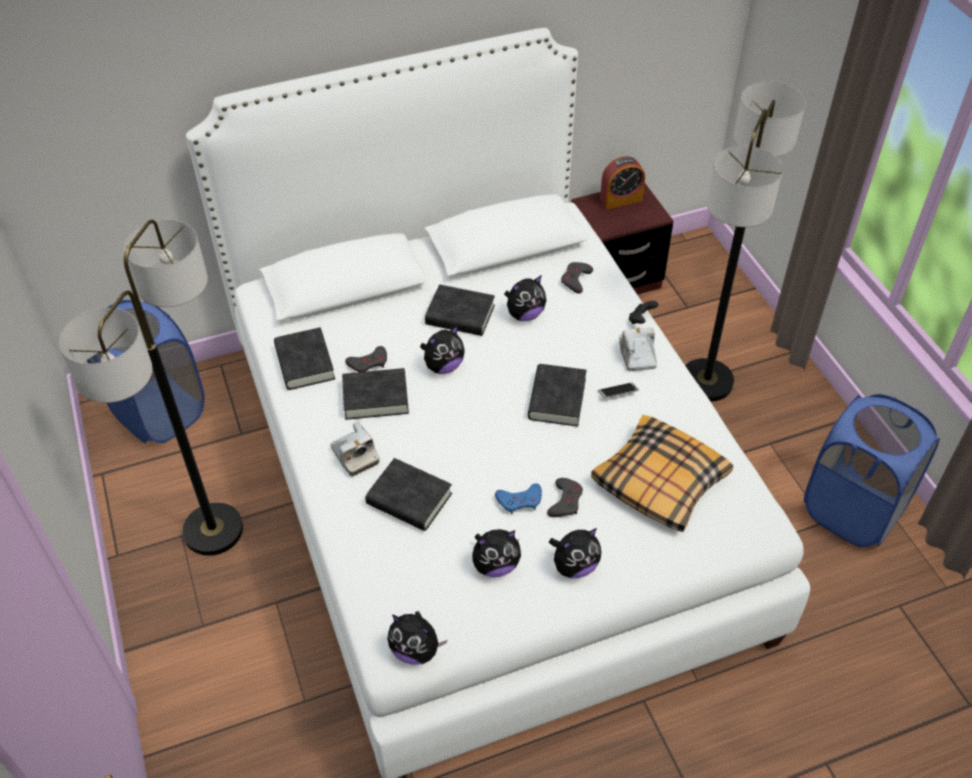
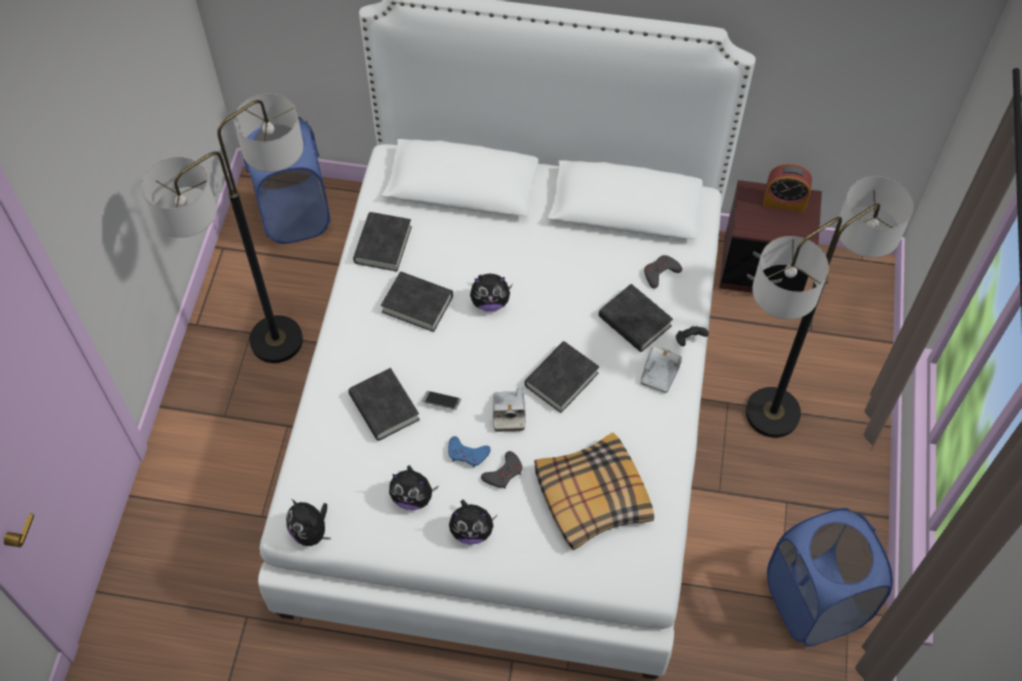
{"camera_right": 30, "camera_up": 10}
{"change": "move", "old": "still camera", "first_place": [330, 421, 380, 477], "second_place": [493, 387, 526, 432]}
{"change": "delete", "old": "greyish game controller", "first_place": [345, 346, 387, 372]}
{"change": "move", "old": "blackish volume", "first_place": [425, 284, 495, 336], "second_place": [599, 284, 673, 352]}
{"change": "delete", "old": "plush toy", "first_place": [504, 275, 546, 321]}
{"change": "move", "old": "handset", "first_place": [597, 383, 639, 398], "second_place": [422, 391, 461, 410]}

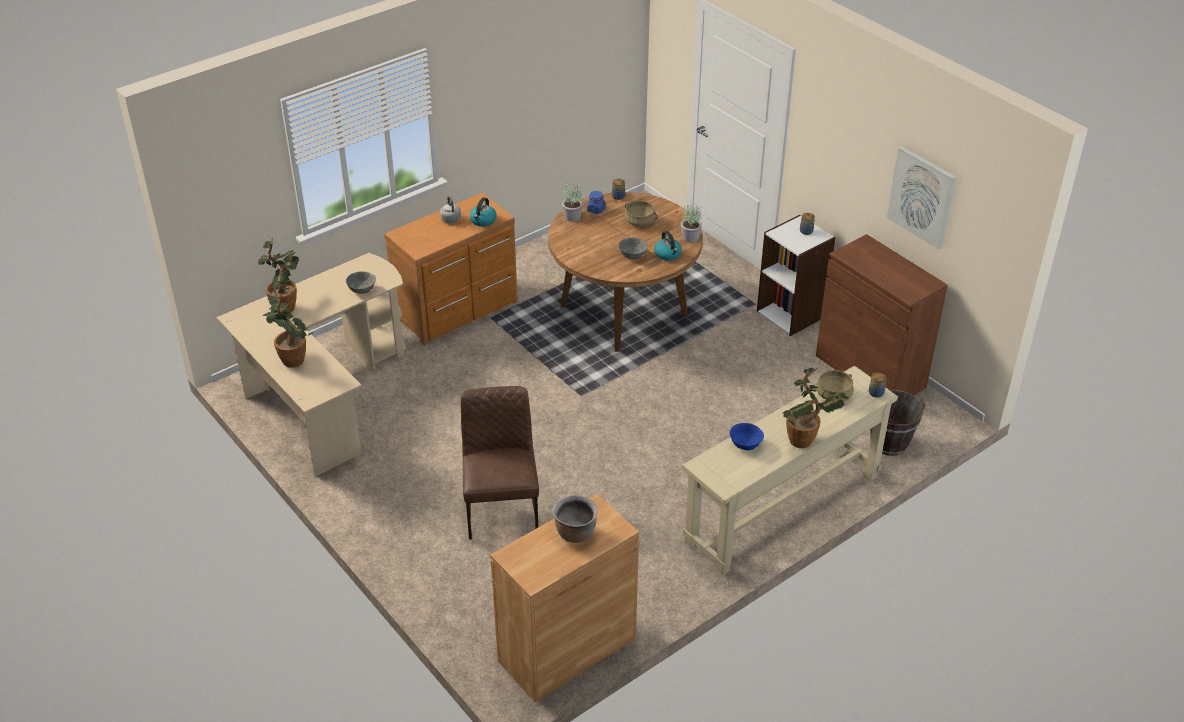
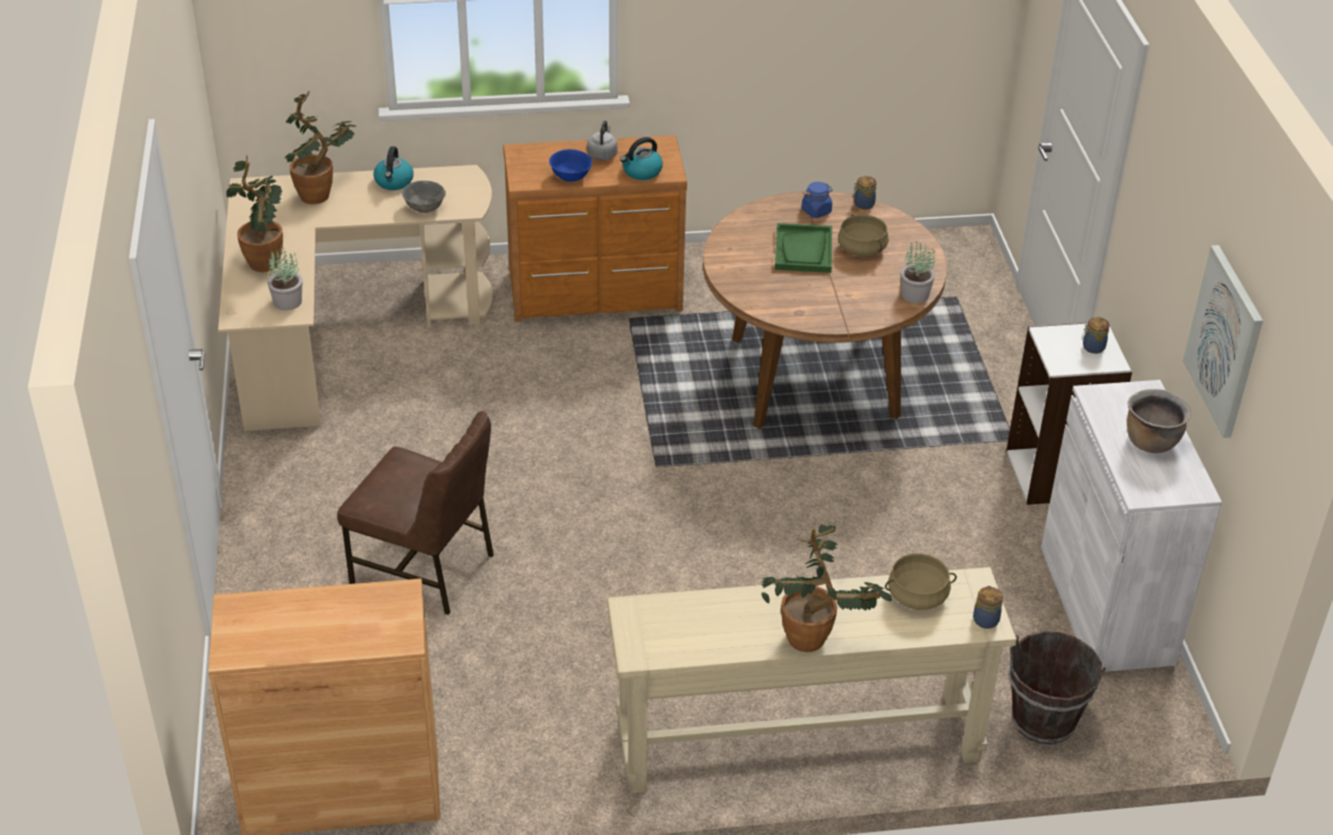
{"camera_right": 30, "camera_up": 0}
{"change": "rotate", "old": "brown-coloured chair", "first_place": [461, 386, 539, 540], "second_place": [337, 411, 494, 615], "degrees": 90}
{"change": "move", "old": "brown-coloured cooking pot", "first_place": [552, 495, 598, 543], "second_place": [1127, 389, 1191, 453]}
{"change": "move", "old": "plant in a pot", "first_place": [562, 183, 583, 222], "second_place": [268, 245, 302, 310]}
{"change": "delete", "old": "greyish deep dish", "first_place": [619, 238, 648, 259]}
{"change": "move", "old": "kettle", "first_place": [654, 231, 682, 261], "second_place": [373, 146, 414, 190]}
{"change": "move", "old": "blue deep dish", "first_place": [730, 423, 764, 450], "second_place": [549, 149, 592, 182]}
{"change": "recolor", "old": "brown-coloured cupboard", "new": "whitish cupboard", "first_place": [816, 234, 948, 396], "second_place": [1041, 380, 1222, 672]}
{"change": "insert", "new": "greenish carrying tray", "second_place": [775, 223, 832, 273]}

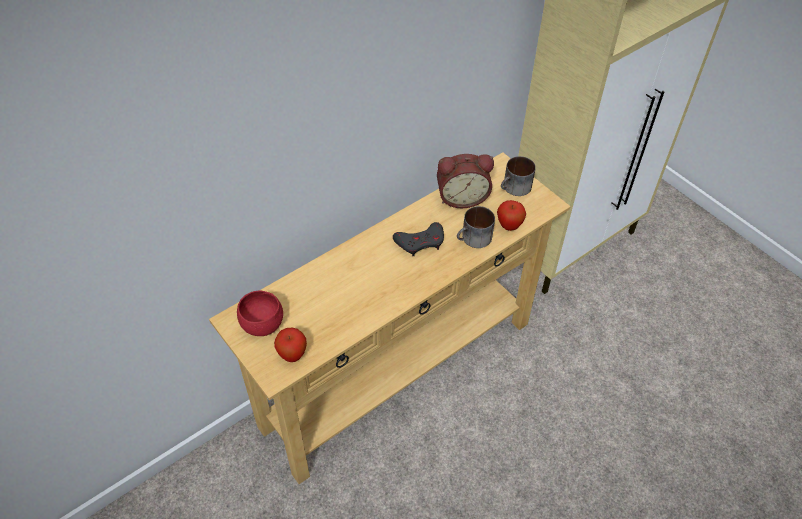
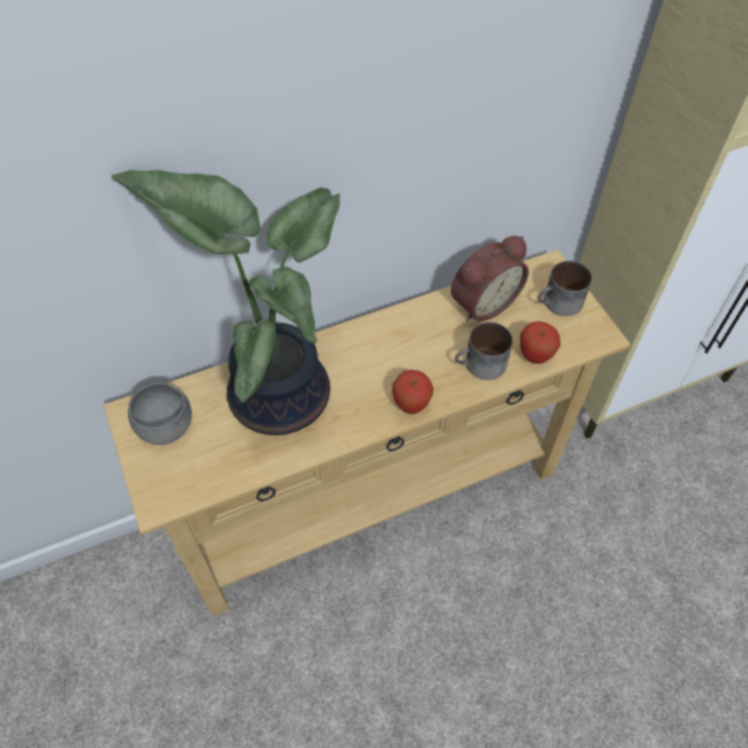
{"camera_right": 15, "camera_up": 5}
{"change": "recolor", "old": "red deep dish", "new": "greyish deep dish", "first_place": [237, 291, 283, 336], "second_place": [128, 383, 192, 445]}
{"change": "move", "old": "apple fruit", "first_place": [274, 328, 307, 362], "second_place": [392, 370, 433, 414]}
{"change": "delete", "old": "greyish game controller", "first_place": [393, 222, 444, 256]}
{"change": "rotate", "old": "alarm clock", "first_place": [437, 154, 494, 208], "second_place": [451, 236, 529, 322], "degrees": -45}
{"change": "insert", "new": "plant in a pot", "second_place": [111, 170, 340, 435]}

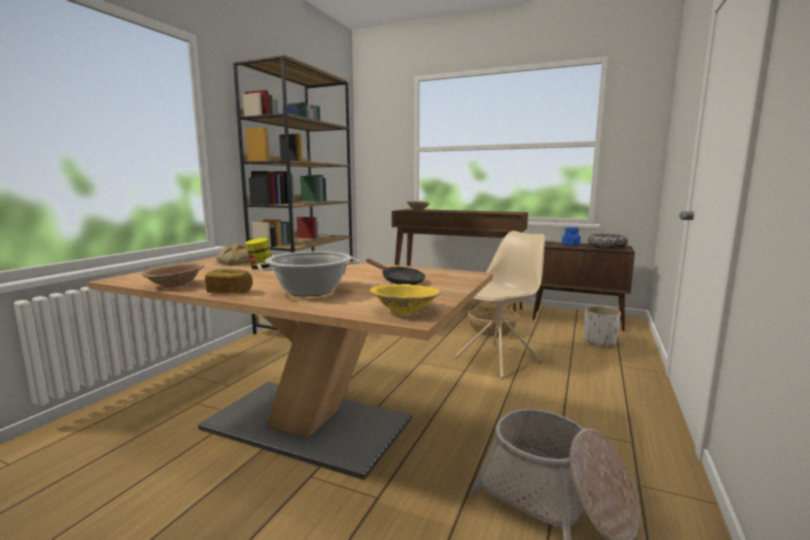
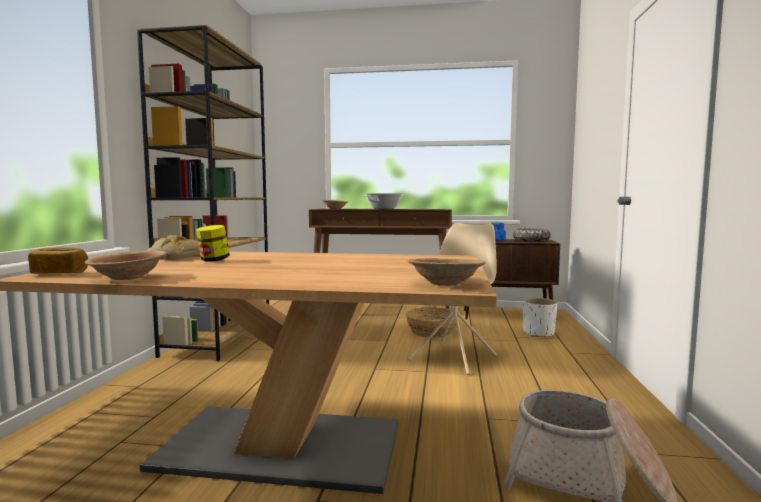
{"camera_right": -15, "camera_up": -5}
{"change": "move", "old": "bakery bread", "first_place": [205, 269, 253, 294], "second_place": [28, 247, 88, 274]}
{"change": "move", "old": "cooking pot", "first_place": [257, 251, 361, 297], "second_place": [365, 193, 403, 209]}
{"change": "delete", "old": "blackish skillet", "first_place": [366, 259, 425, 285]}
{"change": "recolor", "old": "yellow-coloured deep dish", "new": "brown-coloured deep dish", "first_place": [370, 284, 441, 314], "second_place": [408, 258, 486, 286]}

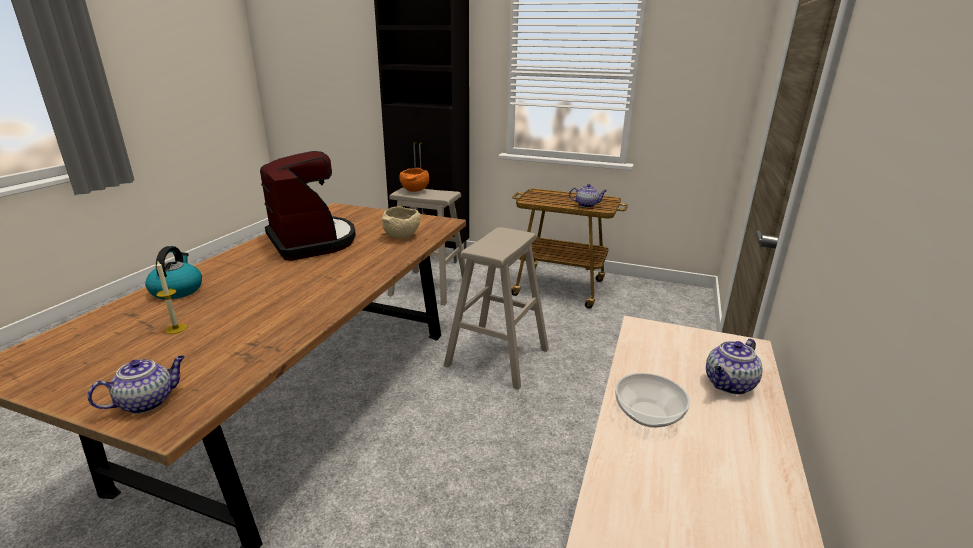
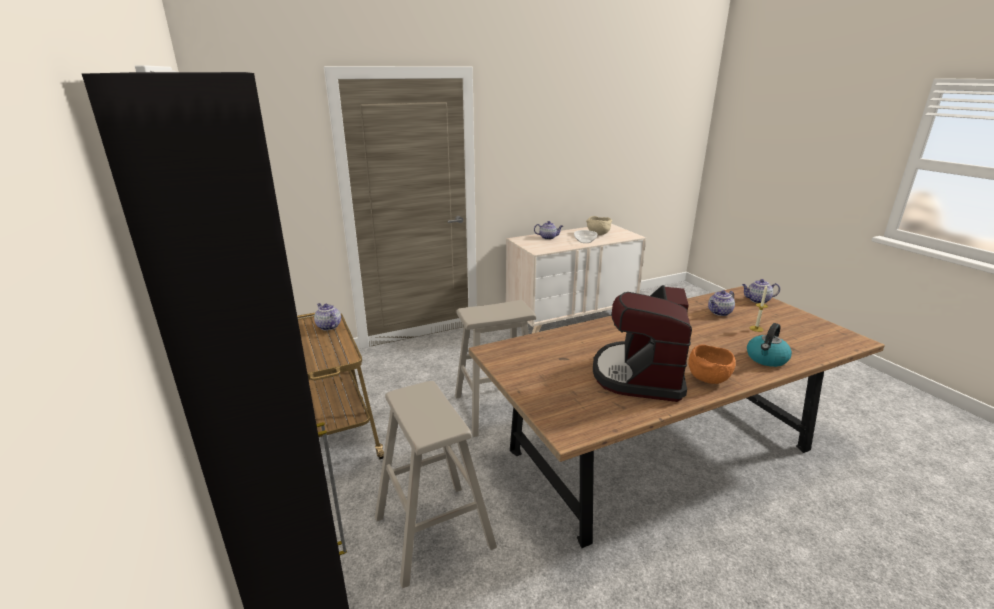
{"camera_right": -135, "camera_up": 0}
{"change": "move", "old": "beige deep dish", "first_place": [382, 206, 421, 239], "second_place": [586, 216, 612, 235]}
{"change": "move", "old": "orangey deep dish", "first_place": [399, 168, 429, 192], "second_place": [688, 344, 735, 384]}
{"change": "insert", "new": "tea pot", "second_place": [708, 290, 735, 316]}

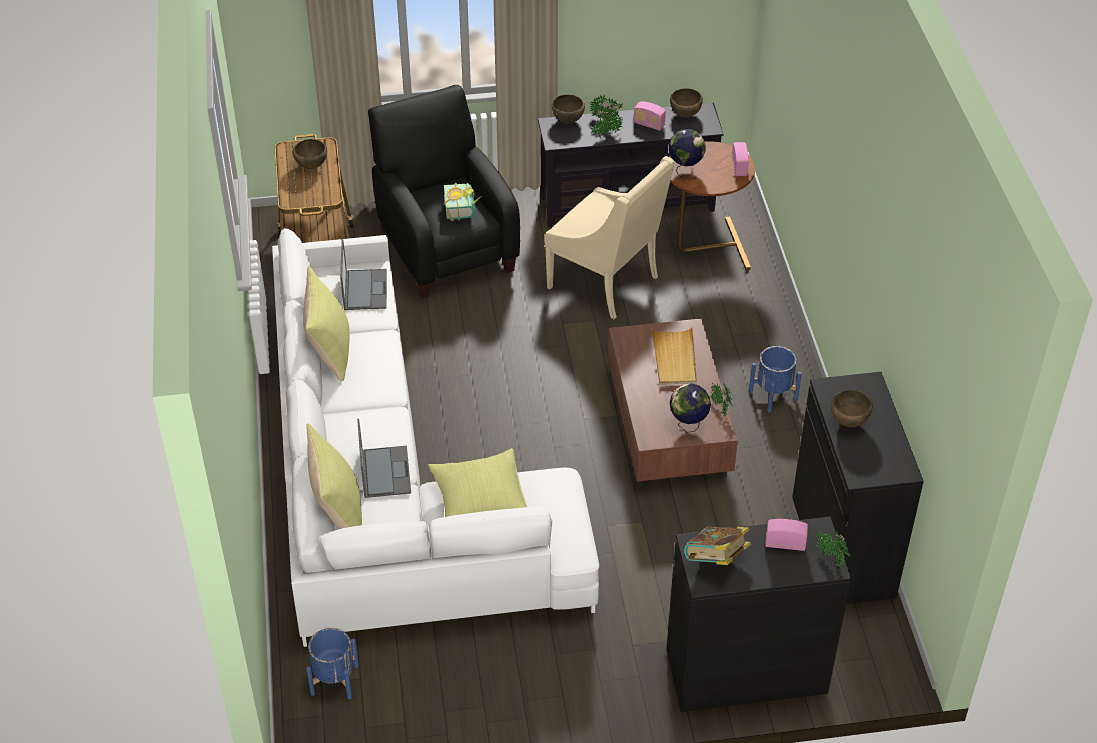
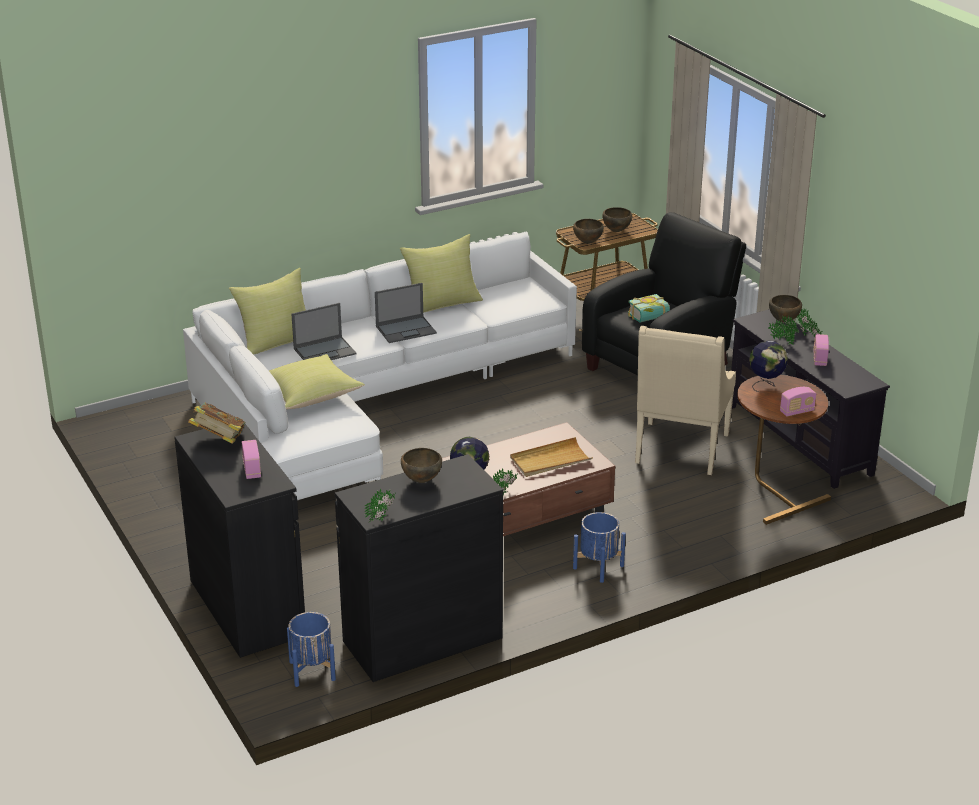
{"camera_right": 70, "camera_up": -15}
{"change": "move", "old": "blue planter", "first_place": [306, 628, 359, 699], "second_place": [287, 612, 336, 687]}
{"change": "move", "old": "notebook computer", "first_place": [340, 239, 387, 310], "second_place": [375, 283, 437, 343]}
{"change": "move", "old": "brown-coloured deep dish", "first_place": [670, 88, 703, 118], "second_place": [573, 219, 604, 244]}
{"change": "move", "old": "plant in a pot", "first_place": [815, 530, 850, 569], "second_place": [364, 488, 396, 523]}

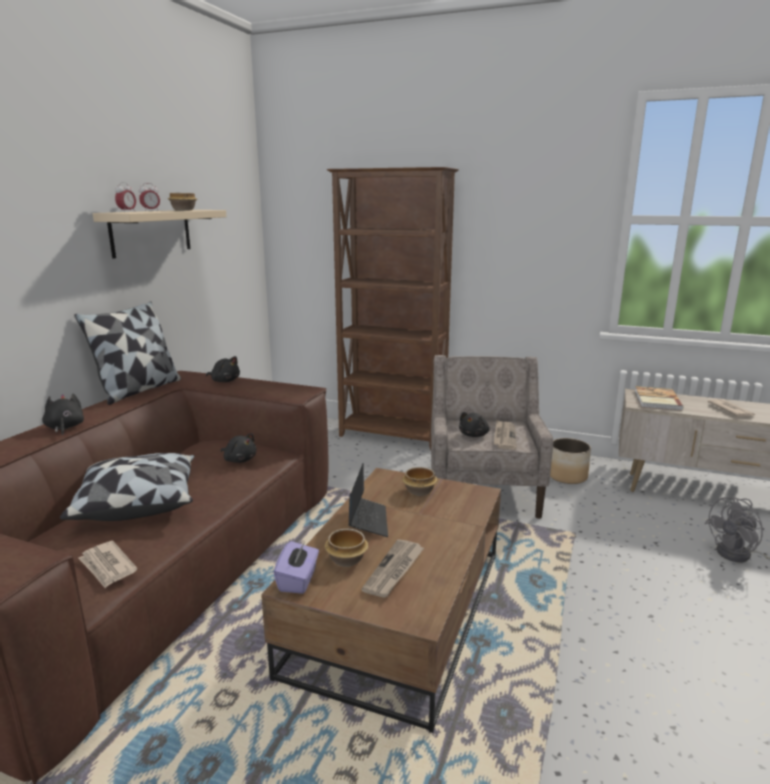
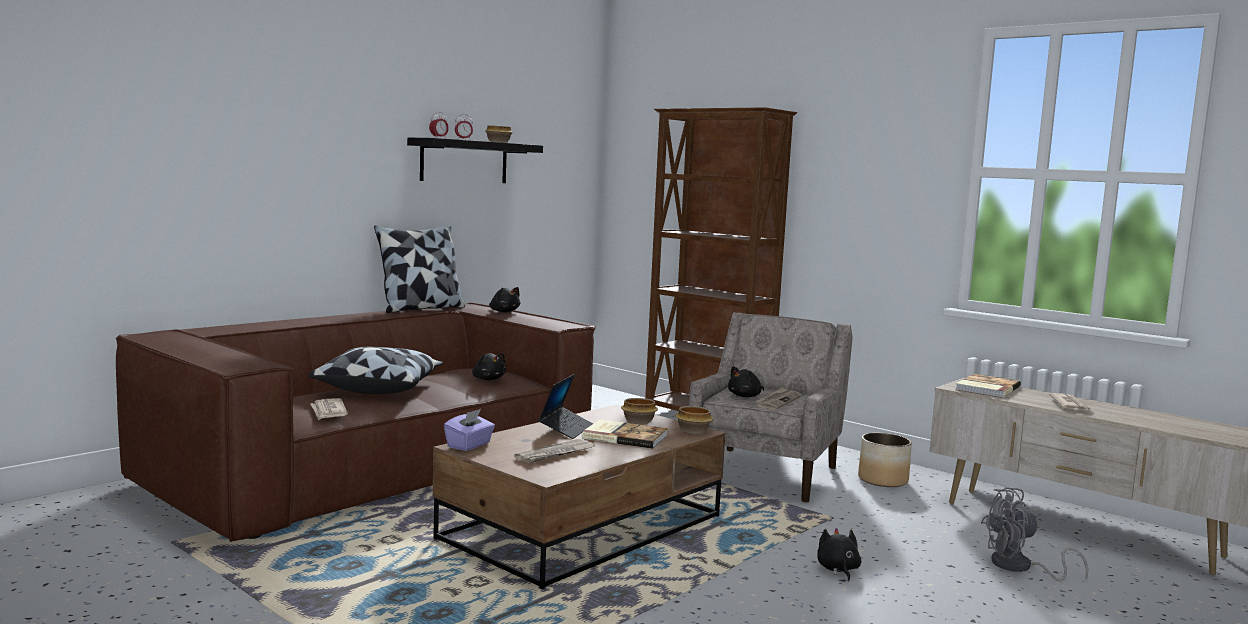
{"camera_right": 20, "camera_up": -10}
{"change": "move", "old": "blackish plush toy", "first_place": [42, 393, 84, 435], "second_place": [817, 528, 861, 581]}
{"change": "recolor", "old": "beige bracket shelf", "new": "blackish bracket shelf", "first_place": [93, 210, 227, 259], "second_place": [407, 137, 543, 183]}
{"change": "move", "old": "deep dish", "first_place": [324, 529, 368, 567], "second_place": [675, 406, 713, 434]}
{"change": "insert", "new": "volume", "second_place": [582, 419, 668, 449]}

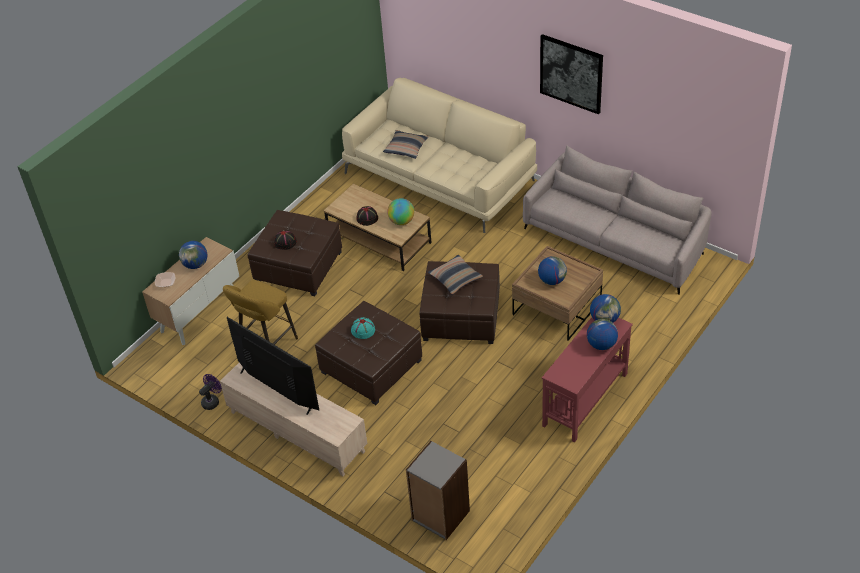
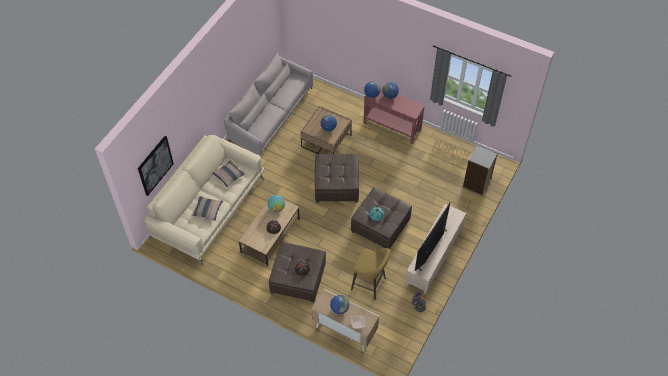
{"camera_right": -100, "camera_up": 10}
{"change": "move", "old": "throw pillow", "first_place": [428, 255, 483, 295], "second_place": [212, 160, 246, 187]}
{"change": "move", "old": "wall picture", "first_place": [540, 34, 603, 114], "second_place": [138, 136, 174, 196]}

